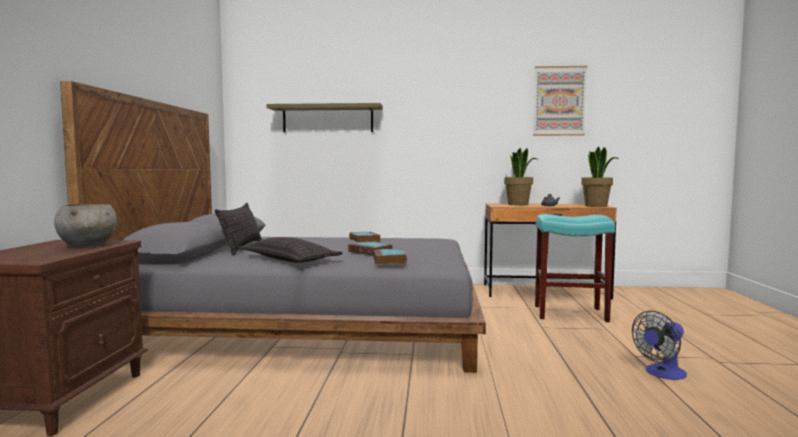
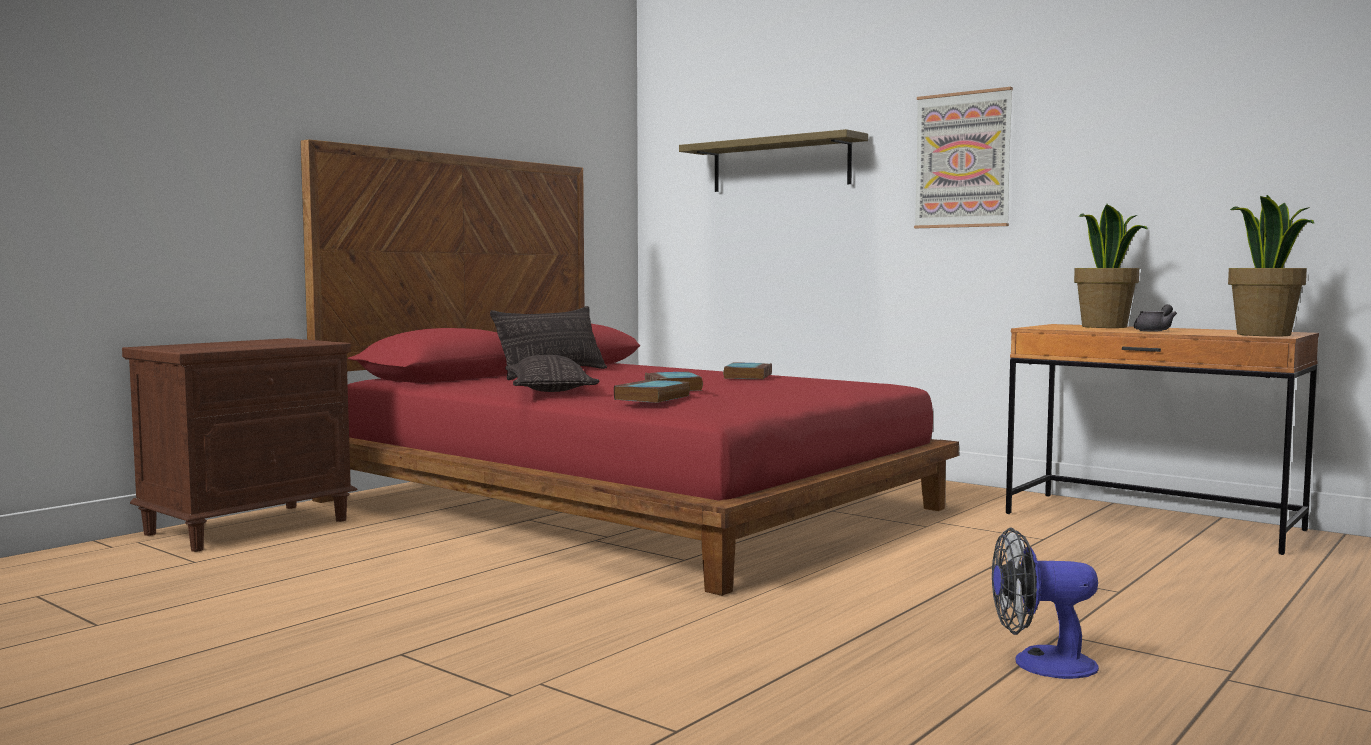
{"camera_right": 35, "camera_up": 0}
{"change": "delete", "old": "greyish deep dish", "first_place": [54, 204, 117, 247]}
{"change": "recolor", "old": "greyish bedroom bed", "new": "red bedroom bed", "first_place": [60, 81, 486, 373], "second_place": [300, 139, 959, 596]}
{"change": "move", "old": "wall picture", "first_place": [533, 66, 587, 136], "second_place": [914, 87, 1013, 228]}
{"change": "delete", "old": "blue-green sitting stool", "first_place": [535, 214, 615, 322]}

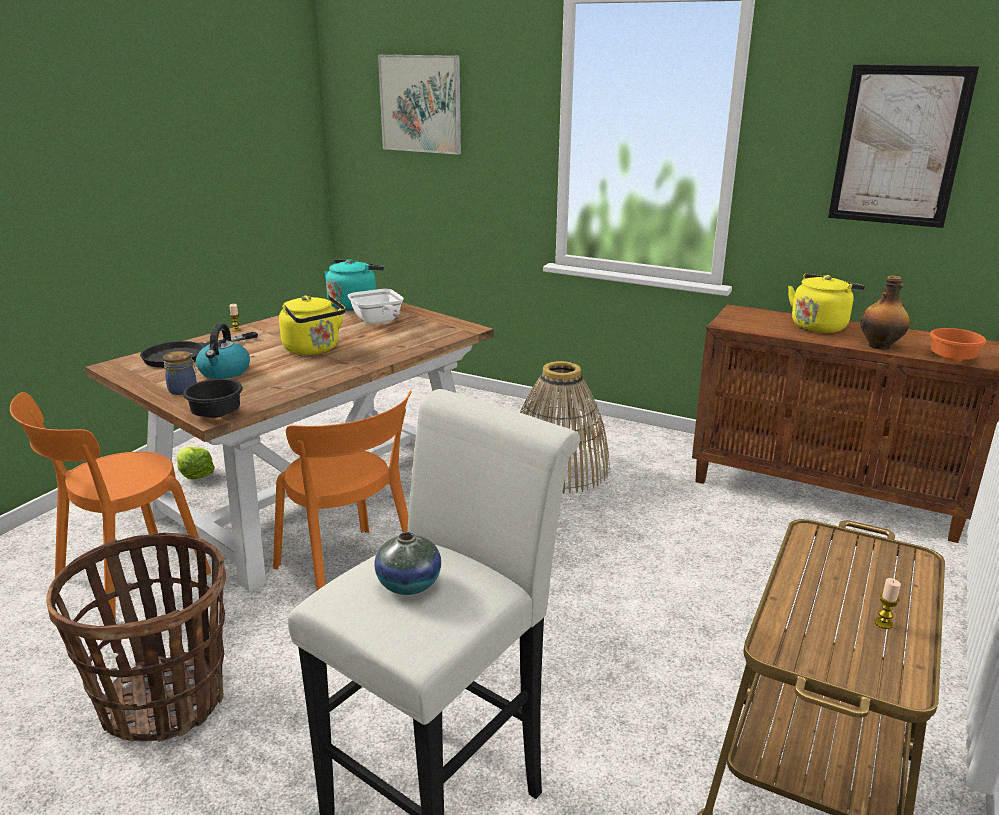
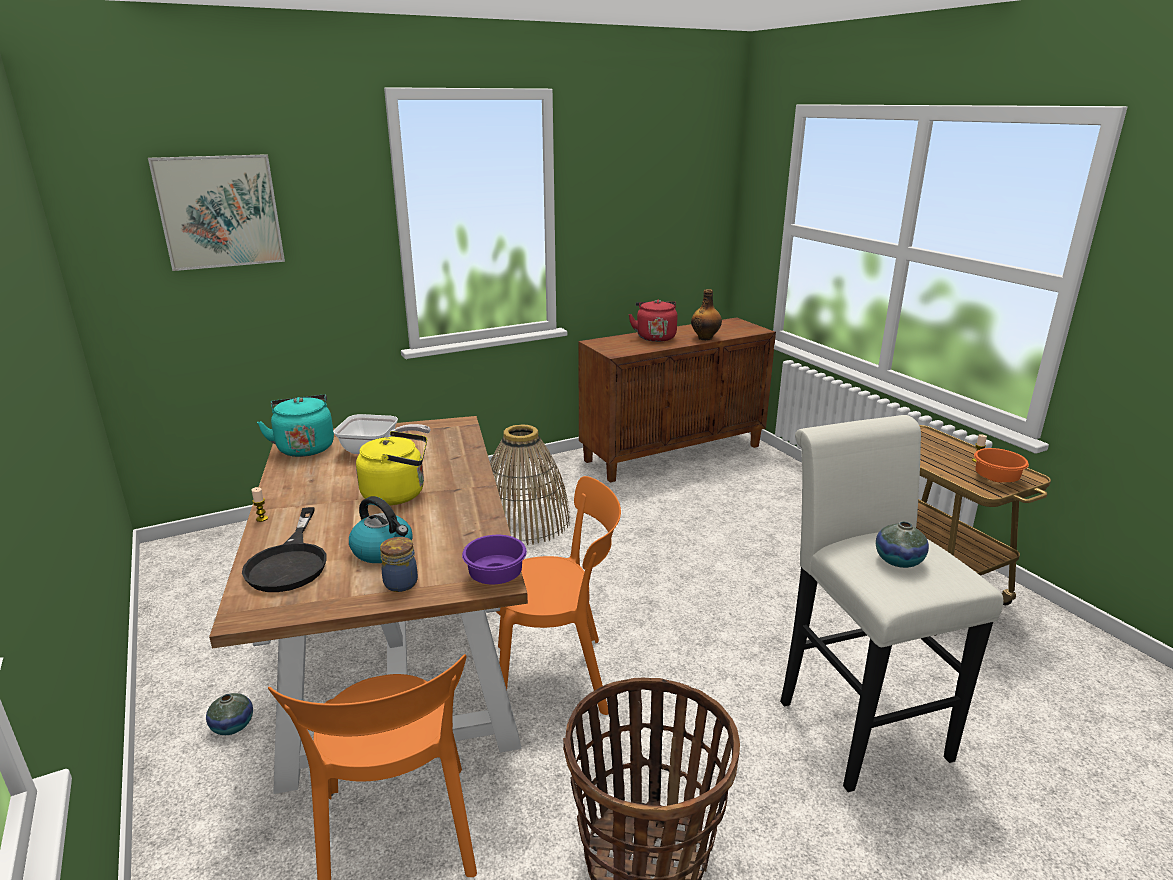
{"camera_right": -55, "camera_up": 0}
{"change": "replace", "old": "lettuce head", "new": "flower vase", "first_place": [177, 447, 215, 479], "second_place": [206, 693, 253, 735]}
{"change": "recolor", "old": "blackish deep dish", "new": "purplish deep dish", "first_place": [183, 379, 243, 418], "second_place": [462, 535, 527, 584]}
{"change": "recolor", "old": "yellow-coloured kettle", "new": "red kettle", "first_place": [788, 273, 865, 333], "second_place": [629, 300, 677, 342]}
{"change": "delete", "old": "wall picture", "first_place": [828, 64, 979, 228]}
{"change": "move", "old": "orangey deep dish", "first_place": [930, 328, 986, 361], "second_place": [974, 448, 1029, 482]}

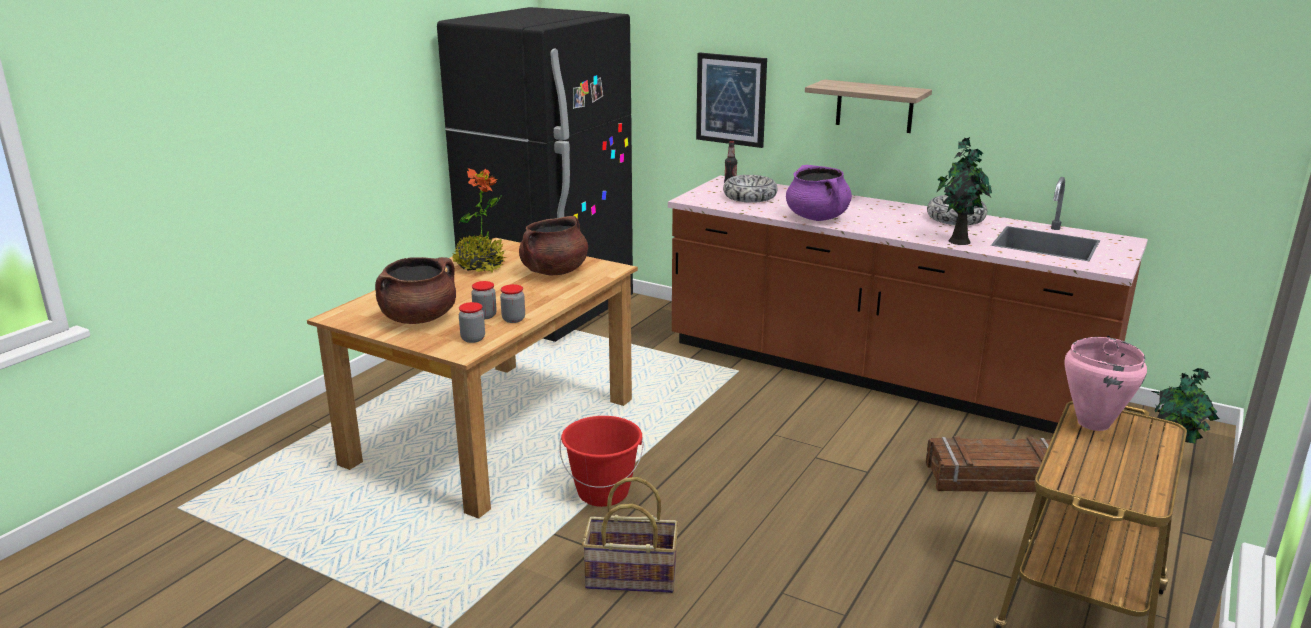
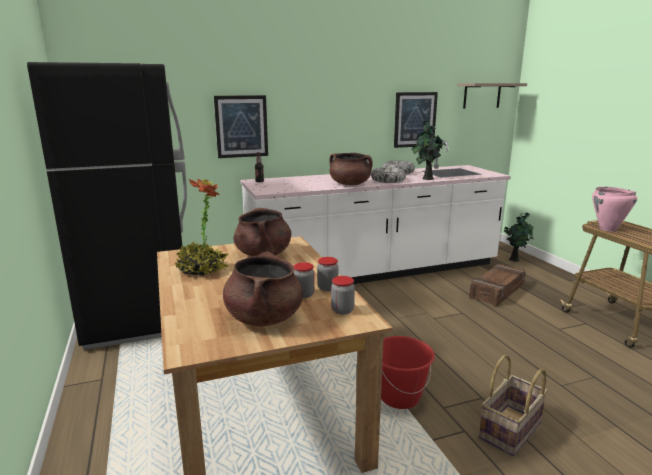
{"camera_right": -50, "camera_up": -5}
{"change": "recolor", "old": "brown-coloured kitchen counter", "new": "whitish kitchen counter", "first_place": [668, 176, 1148, 443], "second_place": [241, 140, 511, 284]}
{"change": "move", "old": "deep dish", "first_place": [723, 175, 777, 203], "second_place": [371, 167, 406, 183]}
{"change": "recolor", "old": "purplish cooking pot", "new": "brown-coloured cooking pot", "first_place": [786, 165, 852, 221], "second_place": [330, 153, 373, 185]}
{"change": "move", "old": "bracket shelf", "first_place": [805, 79, 932, 133], "second_place": [457, 83, 527, 109]}
{"change": "insert", "new": "wall picture", "second_place": [394, 92, 438, 148]}

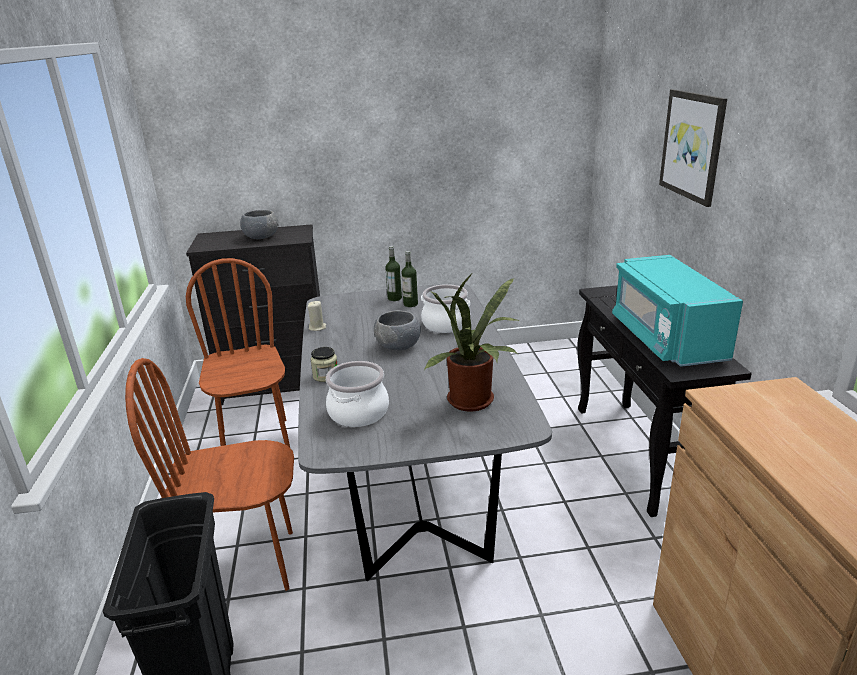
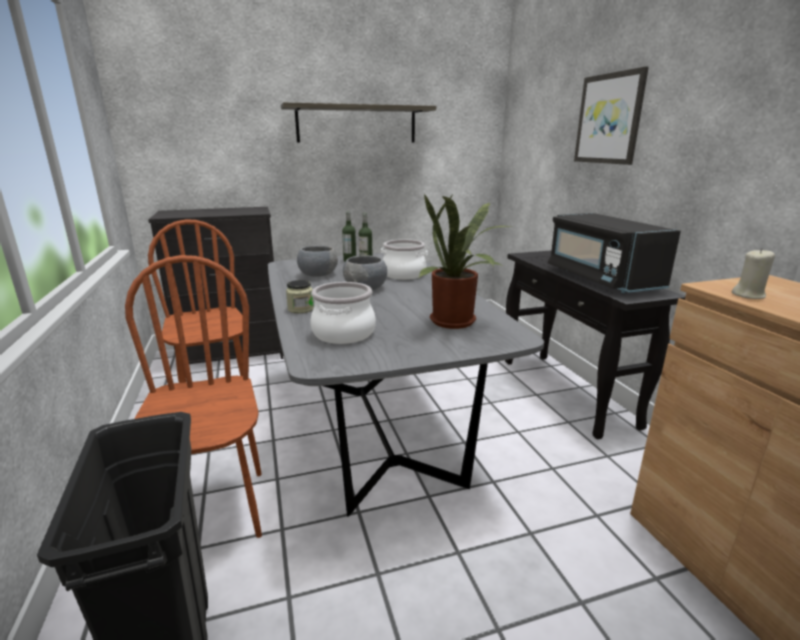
{"camera_right": -10, "camera_up": -5}
{"change": "rotate", "old": "brown-coloured chair", "first_place": [125, 358, 294, 591], "second_place": [125, 255, 262, 538], "degrees": 90}
{"change": "move", "old": "greyish deep dish", "first_place": [240, 210, 278, 239], "second_place": [297, 245, 338, 277]}
{"change": "move", "old": "beige candle", "first_place": [307, 301, 326, 331], "second_place": [732, 248, 775, 299]}
{"change": "recolor", "old": "blue-green microwave oven", "new": "blackish microwave oven", "first_place": [612, 255, 743, 367], "second_place": [548, 213, 681, 293]}
{"change": "insert", "new": "bracket shelf", "second_place": [281, 102, 436, 143]}

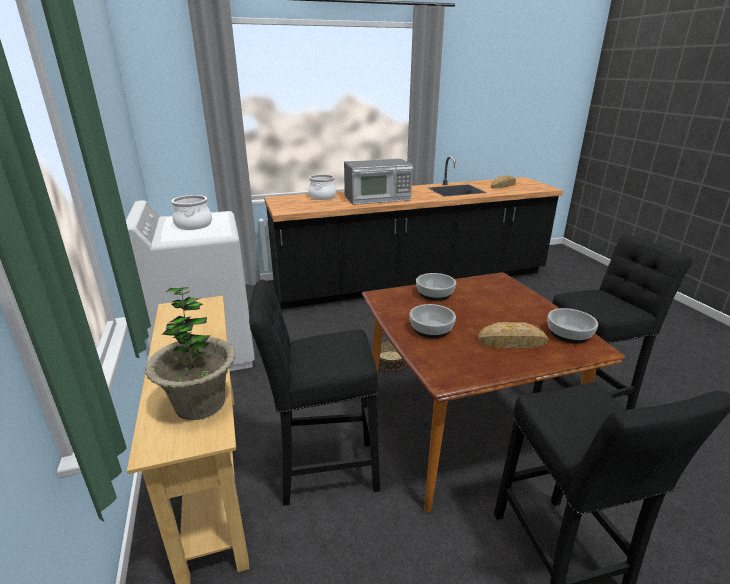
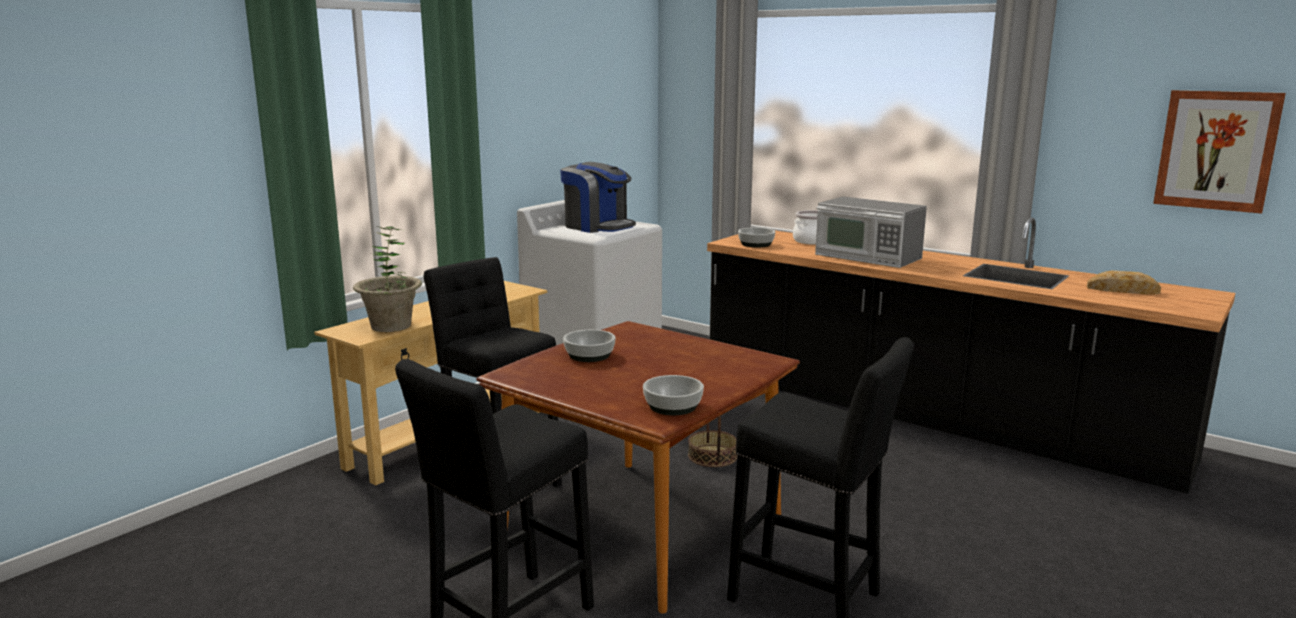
{"camera_right": 55, "camera_up": -10}
{"change": "replace", "old": "cooking pot", "new": "coffee brewer", "first_place": [171, 195, 212, 230], "second_place": [560, 162, 636, 233]}
{"change": "move", "old": "deep dish", "first_place": [416, 273, 456, 301], "second_place": [738, 227, 775, 248]}
{"change": "delete", "old": "bakery bread", "first_place": [478, 322, 548, 348]}
{"change": "insert", "new": "wall picture", "second_place": [1153, 90, 1286, 214]}

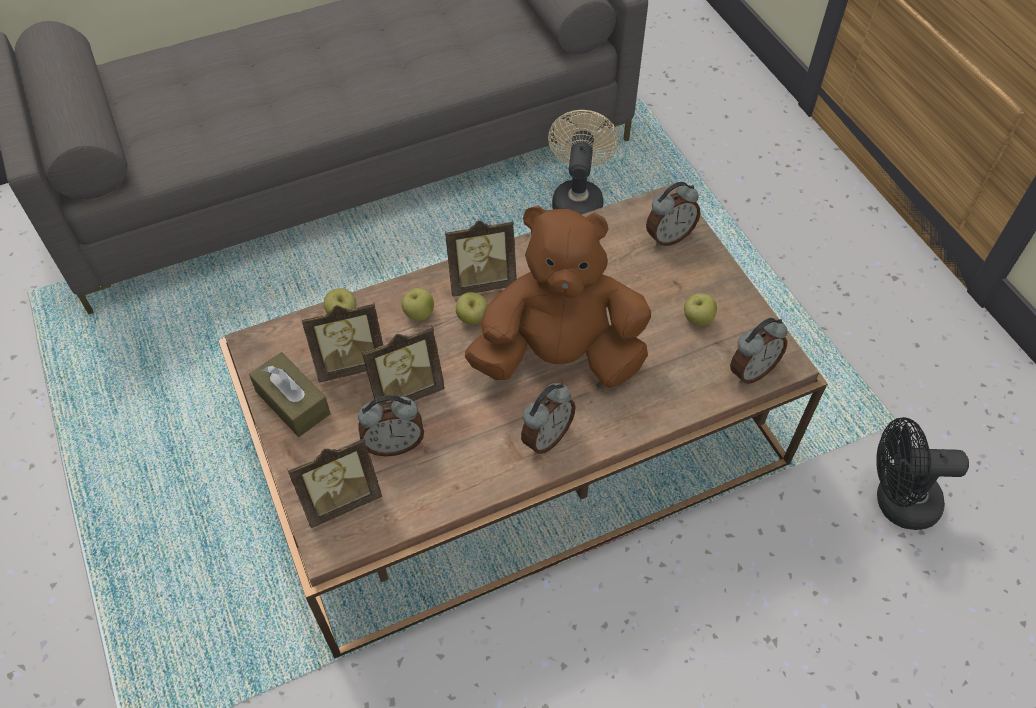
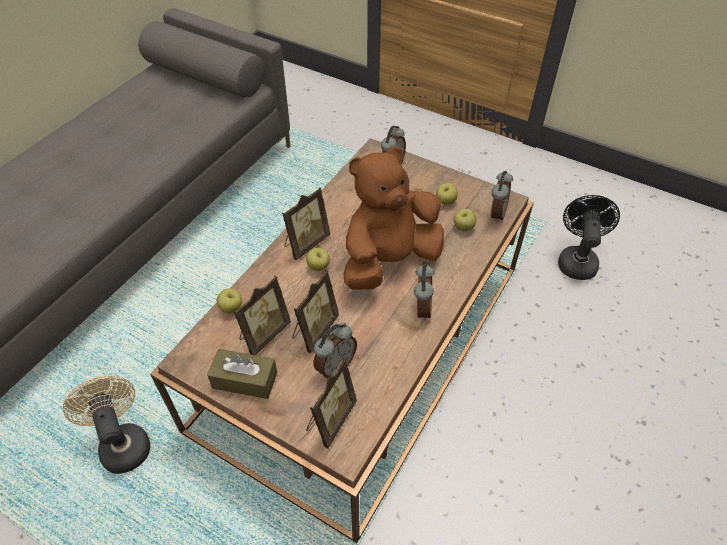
{"camera_right": -35, "camera_up": -5}
{"change": "move", "old": "apple fruit", "first_place": [401, 288, 434, 320], "second_place": [454, 209, 477, 231]}
{"change": "move", "old": "beige fan", "first_place": [548, 110, 618, 215], "second_place": [63, 376, 150, 474]}
{"change": "rotate", "old": "blackish fan", "first_place": [876, 417, 969, 530], "second_place": [558, 195, 620, 280], "degrees": 135}

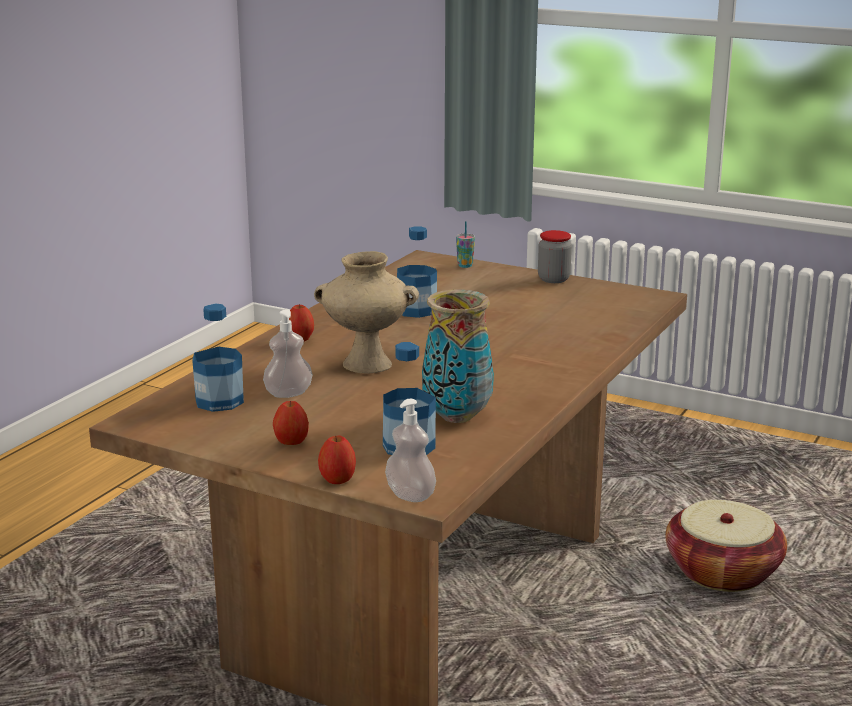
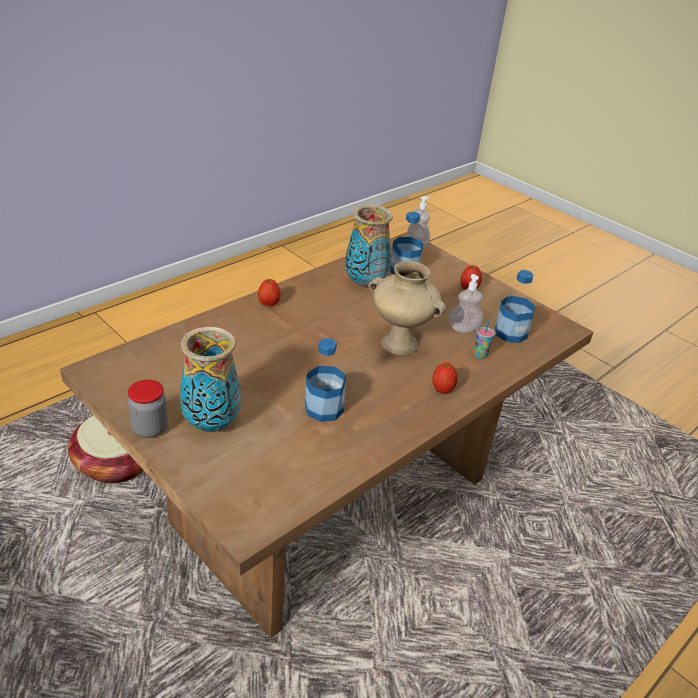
{"camera_right": -165, "camera_up": 15}
{"change": "move", "old": "apple fruit", "first_place": [318, 436, 356, 484], "second_place": [258, 279, 281, 306]}
{"change": "move", "old": "drinking cup", "first_place": [456, 221, 475, 268], "second_place": [473, 319, 495, 359]}
{"change": "insert", "new": "flower vase", "second_place": [180, 327, 241, 432]}

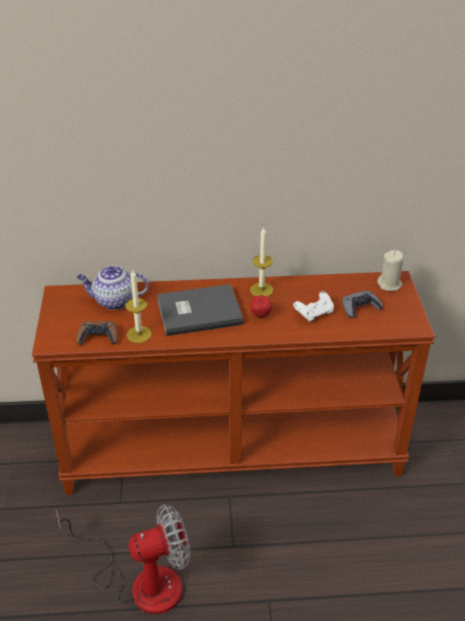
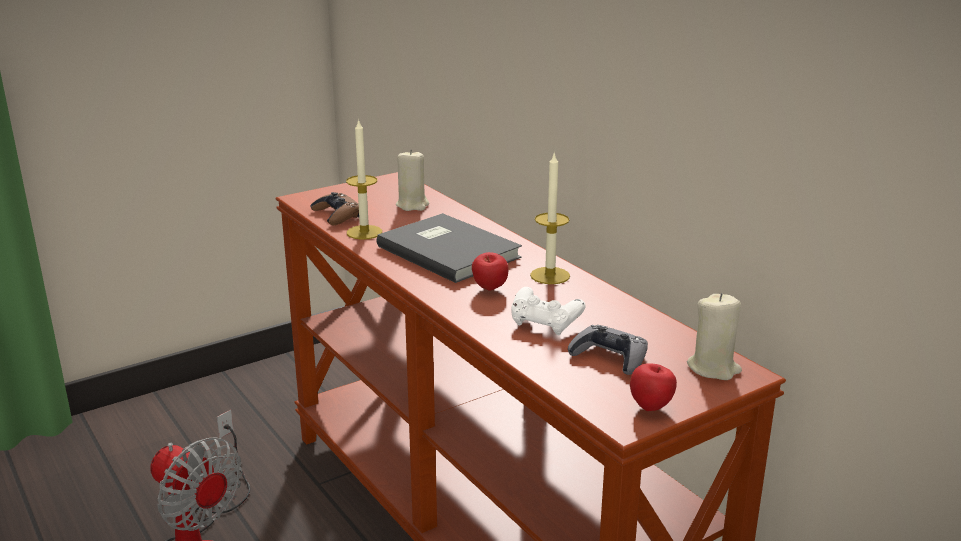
{"camera_right": 60, "camera_up": -15}
{"change": "replace", "old": "tea pot", "new": "beige candle", "first_place": [77, 266, 149, 310], "second_place": [396, 149, 429, 211]}
{"change": "insert", "new": "apple fruit", "second_place": [630, 363, 677, 411]}

